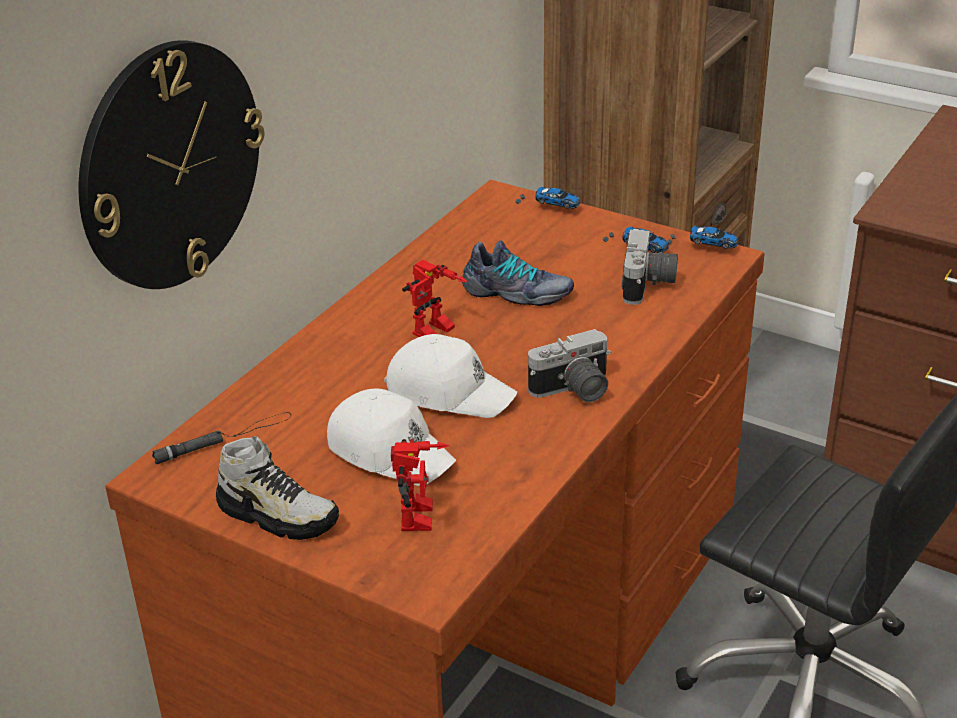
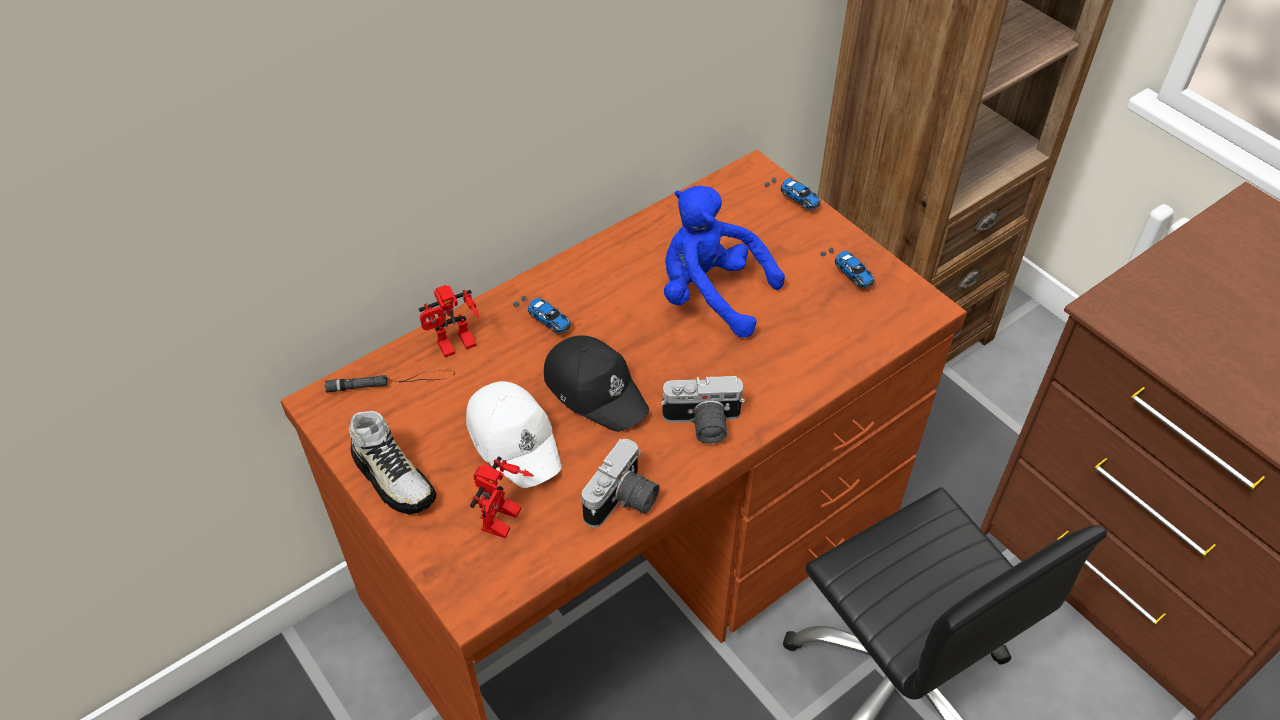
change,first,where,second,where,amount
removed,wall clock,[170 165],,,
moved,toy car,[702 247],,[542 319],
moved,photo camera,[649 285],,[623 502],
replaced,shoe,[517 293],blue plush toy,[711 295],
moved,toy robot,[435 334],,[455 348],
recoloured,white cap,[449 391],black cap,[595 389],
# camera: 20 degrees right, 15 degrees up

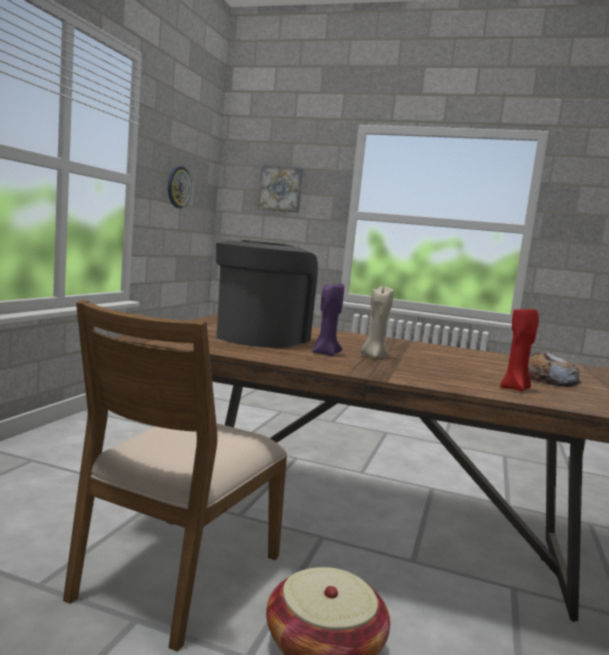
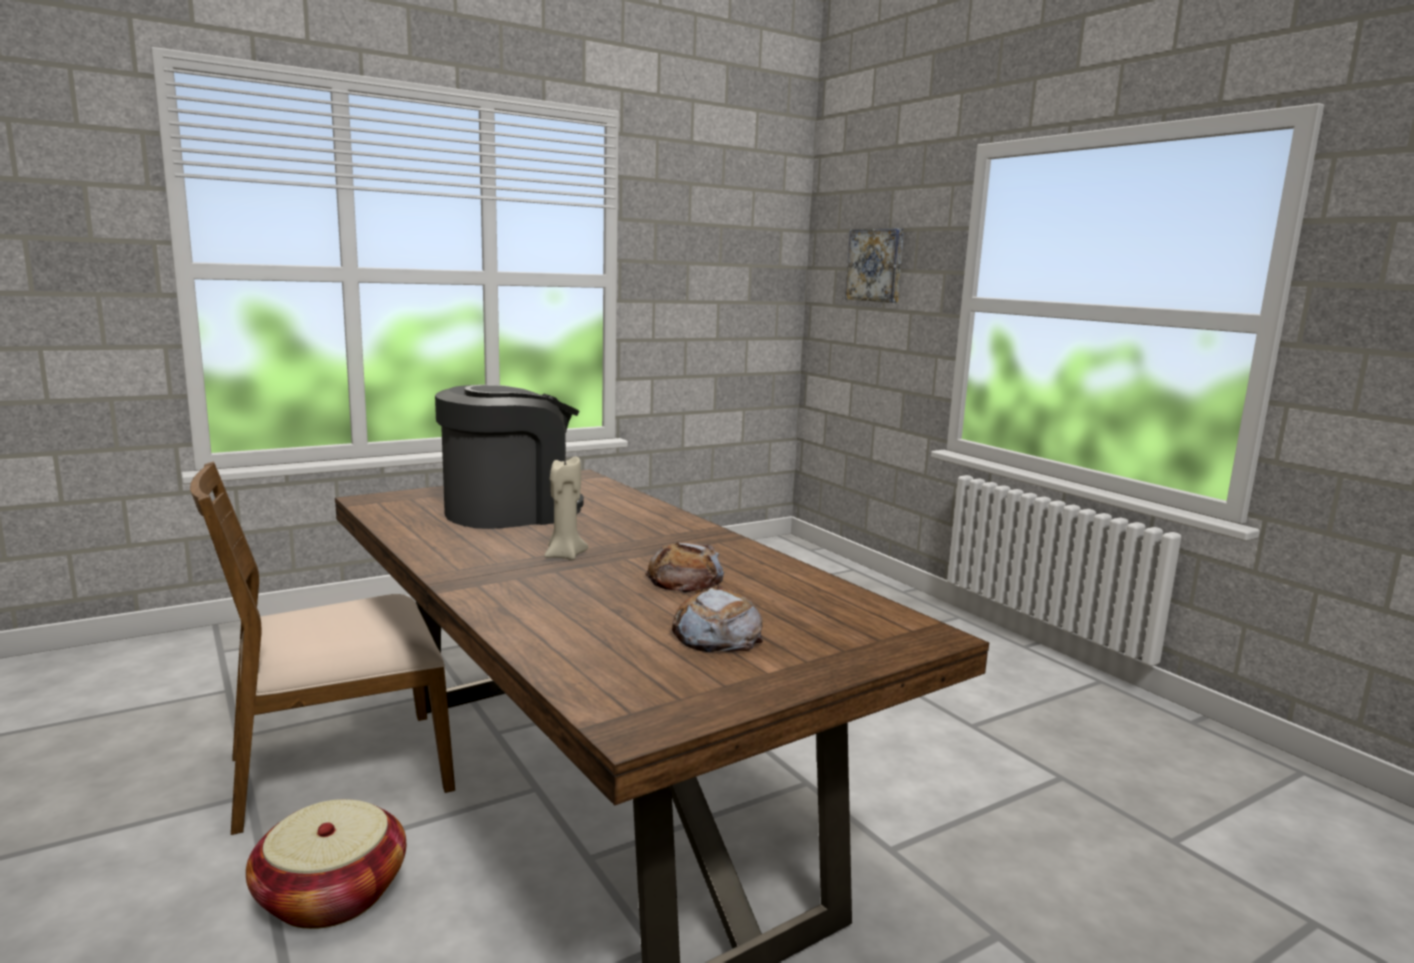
change,first,where,second,where,amount
removed,wall clock,[178 187],,,
removed,purple candle,[325 354],,,
removed,red candle,[515 389],,,
added,,,bread,[685 579],
# camera: 40 degrees right, 5 degrees up

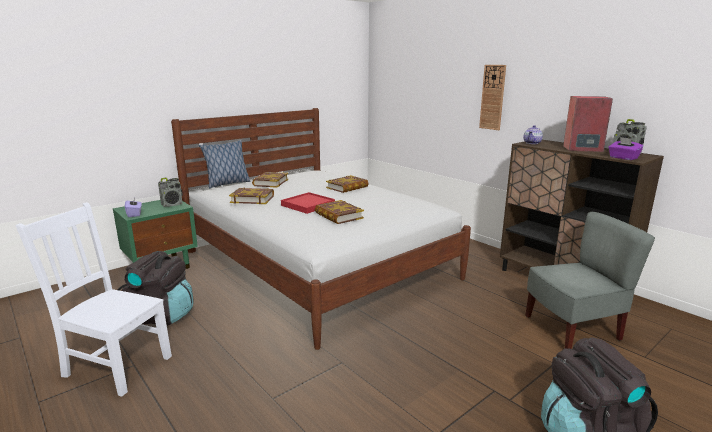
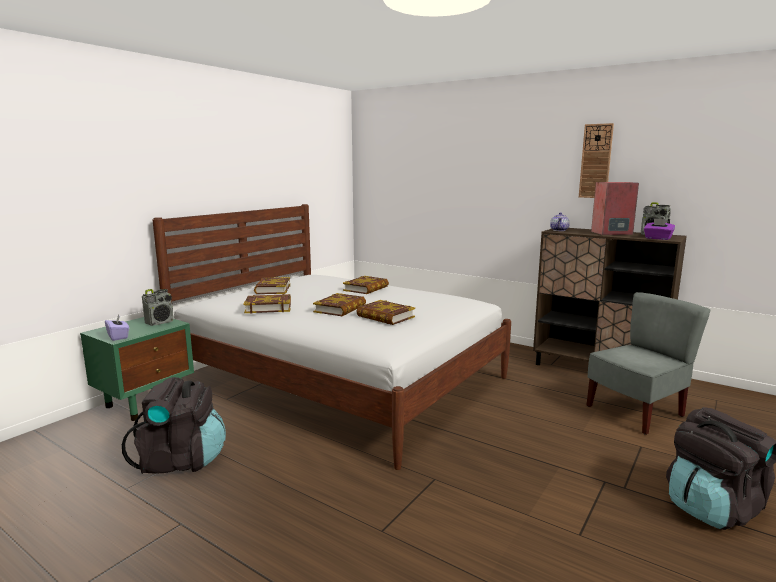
change,first,where,second,where,amount
moved,wall clock,[492 97],,[595 161],
removed,pillow,[227 184],,,
replaced,red tray,[308 205],book,[340 309],
removed,white chair,[115 365],,,
# camera: 15 degrees left, 5 degrees down

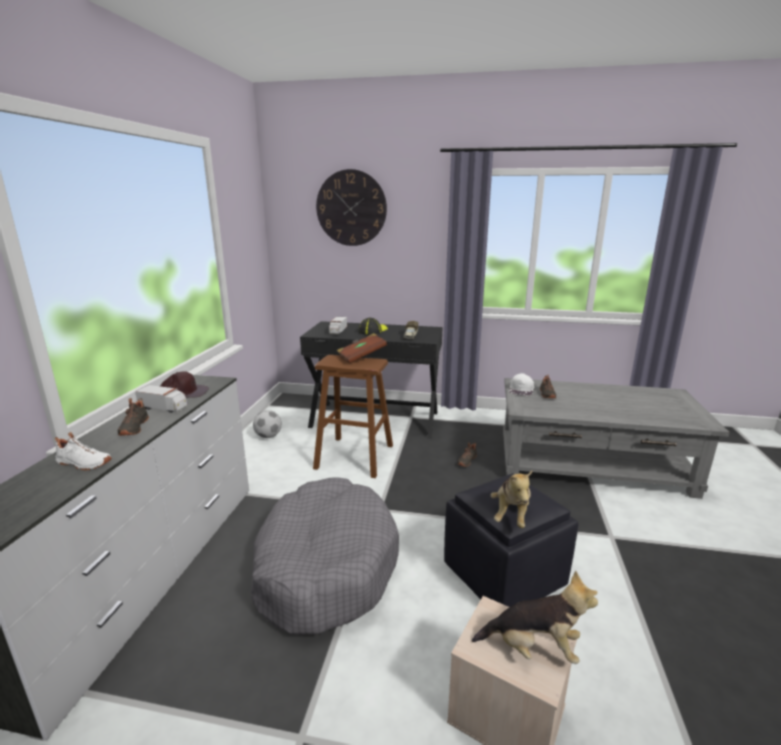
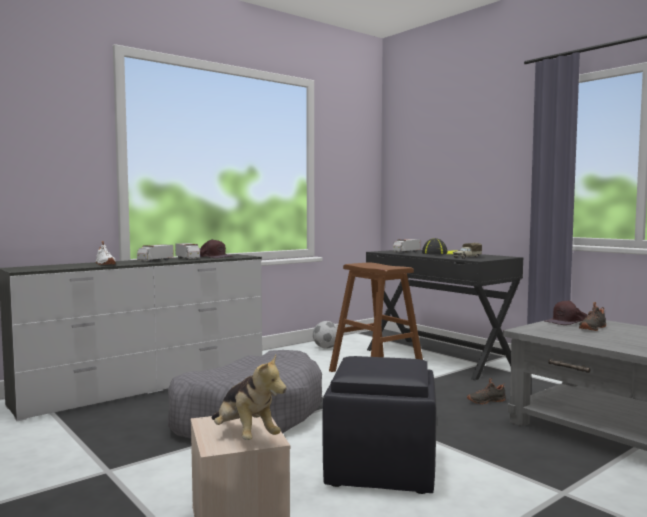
change,first,where,second,where,amount
removed,wall clock,[351 208],,,
removed,brown book,[361 357],,,
recoloured,white cap,[521 389],brown cap,[567 322],
replaced,black shoe,[133 428],toy truck,[155 261],
removed,plush toy,[511 514],,,
# camera: 40 degrees right, 15 degrees down

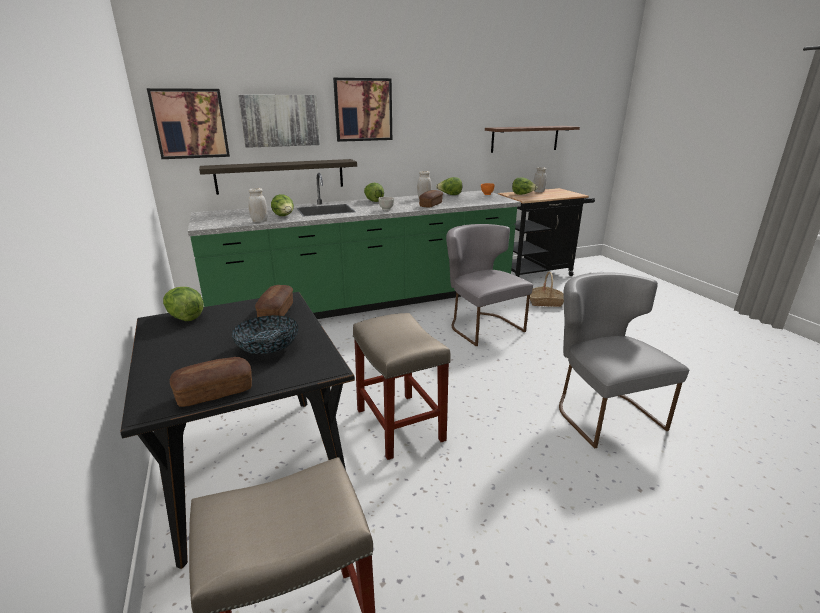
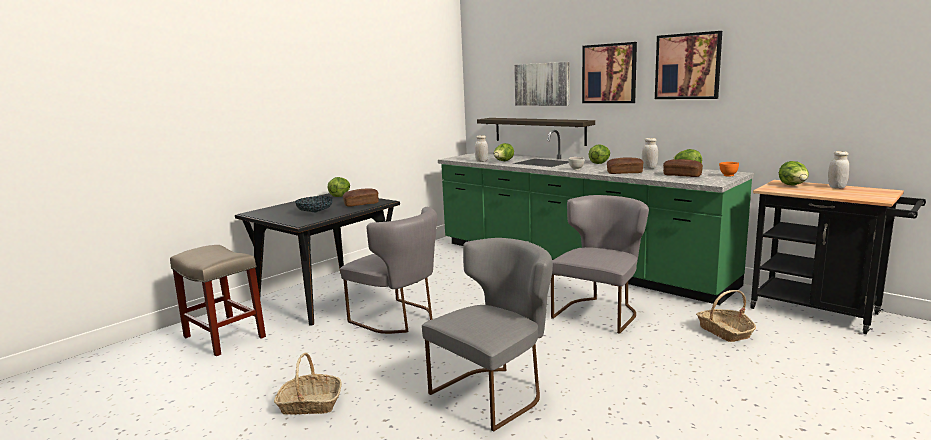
change,first,where,second,where,amount
moved,picture,[190 124],,[687 66],
removed,brown shelf,[525 139],,,
replaced,beige stool,[400 425],grey chair,[398 319],
moved,bread,[215 392],,[682 175],
added,,,basket,[310 404],
# camera: 65 degrees right, 10 degrees down

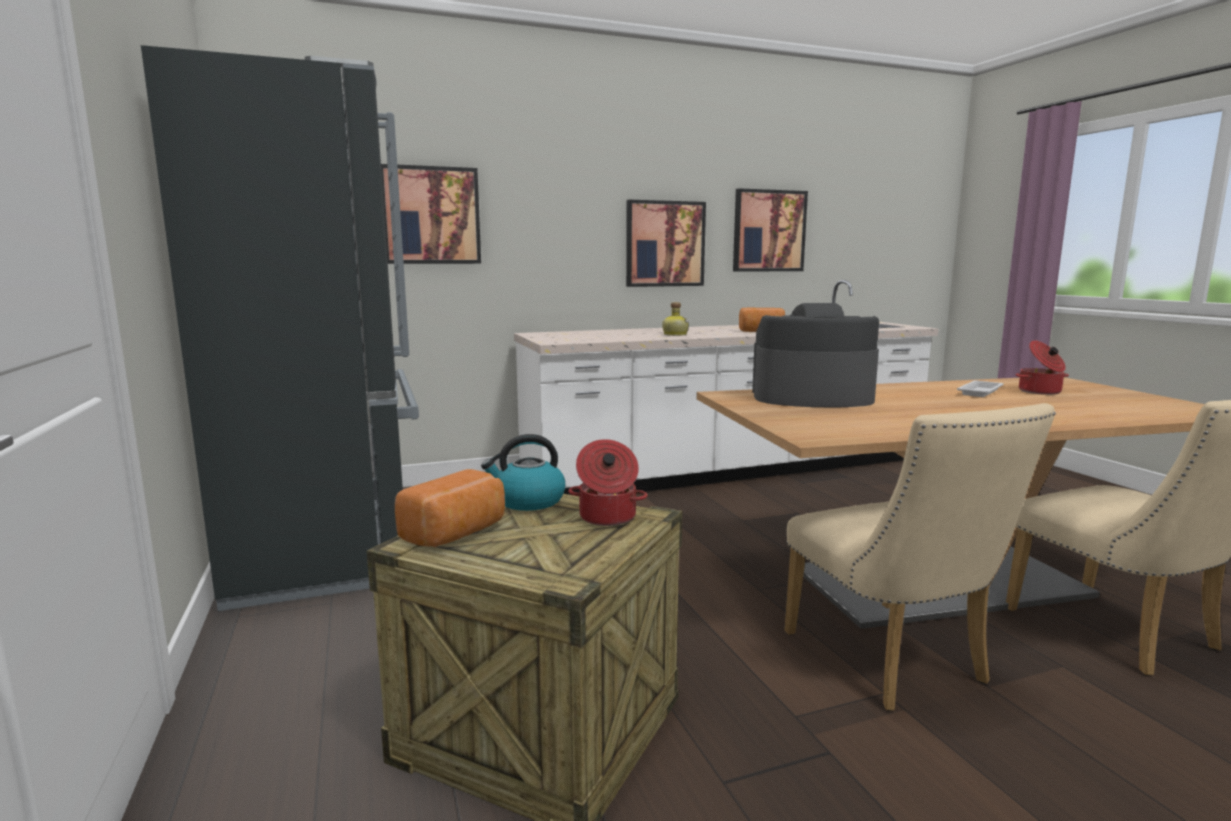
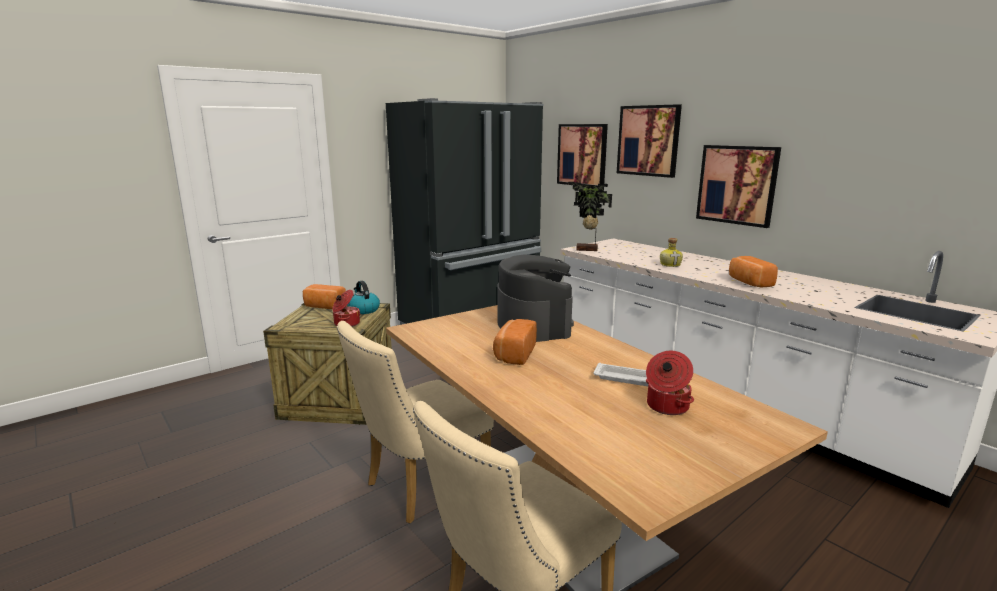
change,first,where,second,where,amount
moved,picture,[768 231],,[648 140],
added,,,potted plant,[587 250],
added,,,bread,[514 354],
# camera: 70 degrees right, 5 degrees up

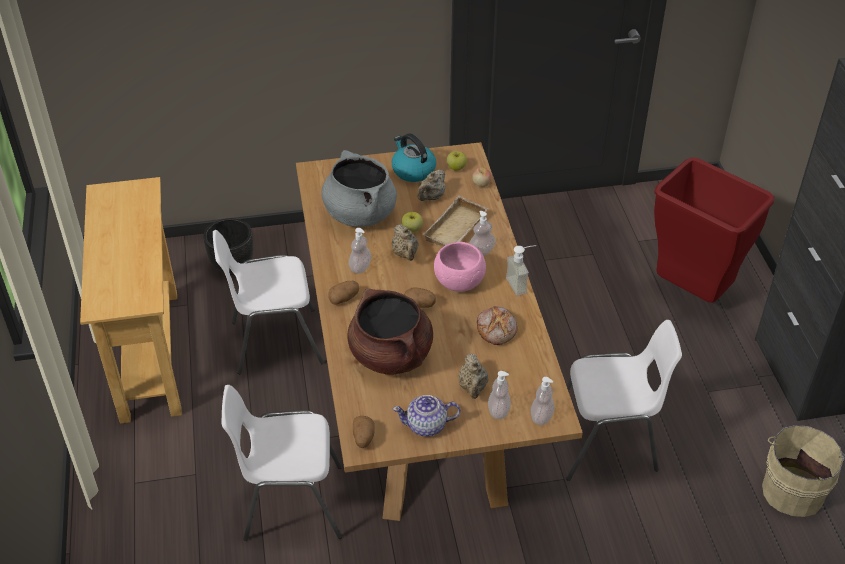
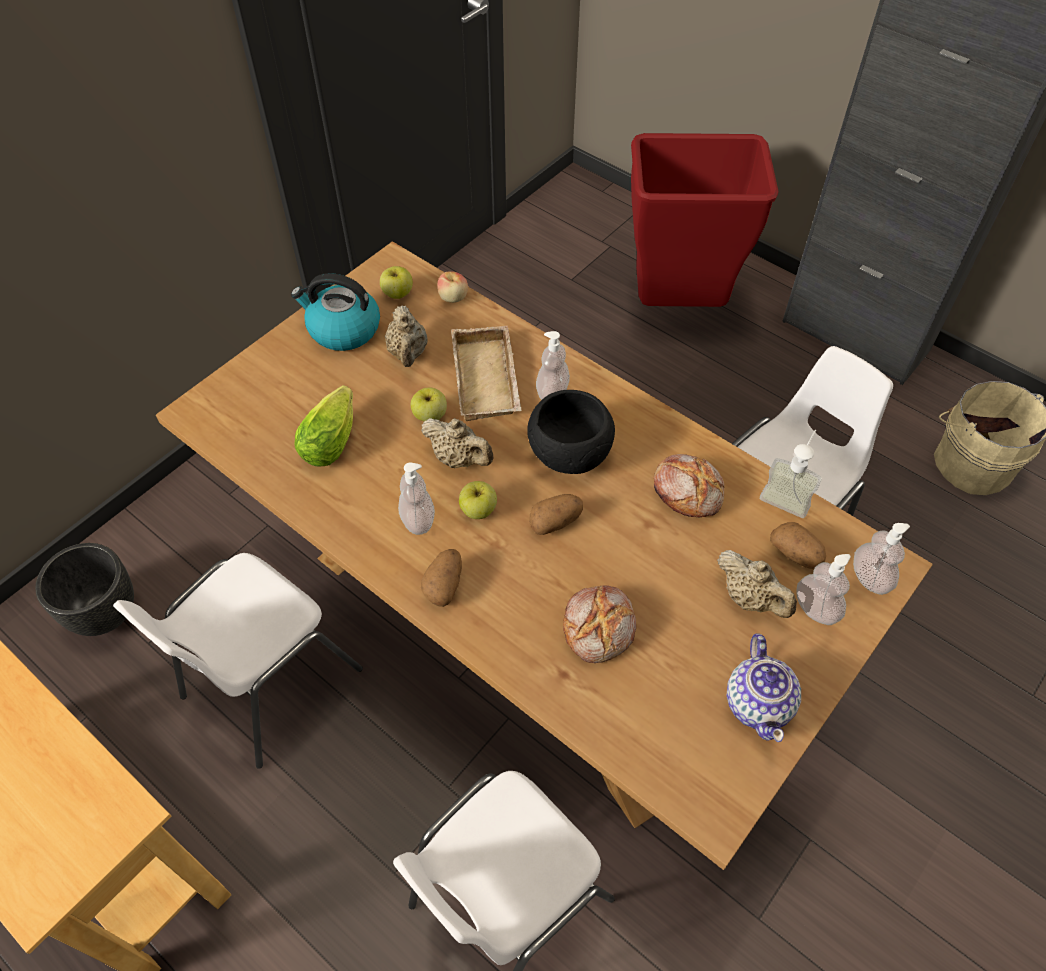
change,first,where,second,where,amount
replaced,grey cooking pot,[359 213],lettuce,[332 437],
recoloured,pink bowl,[459 281],black bowl,[569 452],
moved,soap dispenser,[521 284],,[788 495],
replaced,brown cooking pot,[391 355],bread,[600 628],
turned,teapot,[427 425],,[759 703],45 degrees counterclockwise
moved,potato,[363 438],,[795 554],
added,,,apple,[478 510],
# camera: 40 degrees left, 10 degrees up

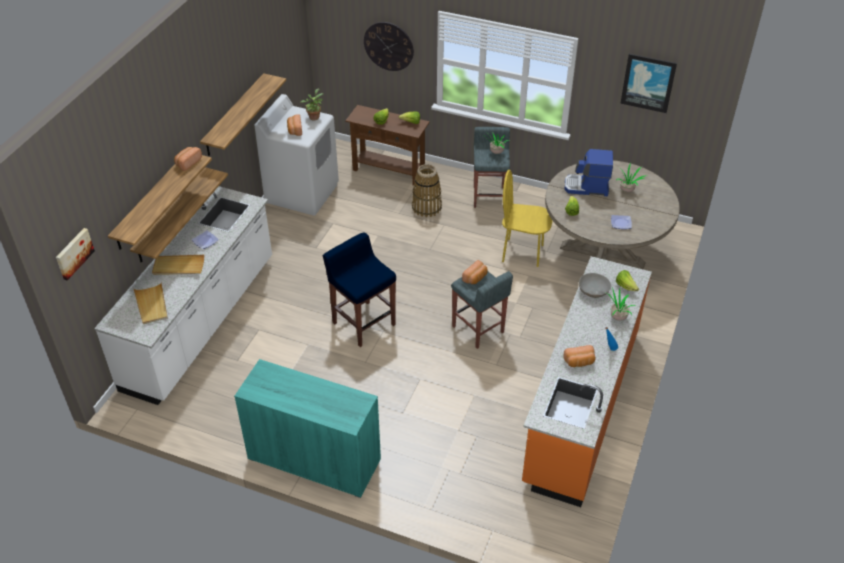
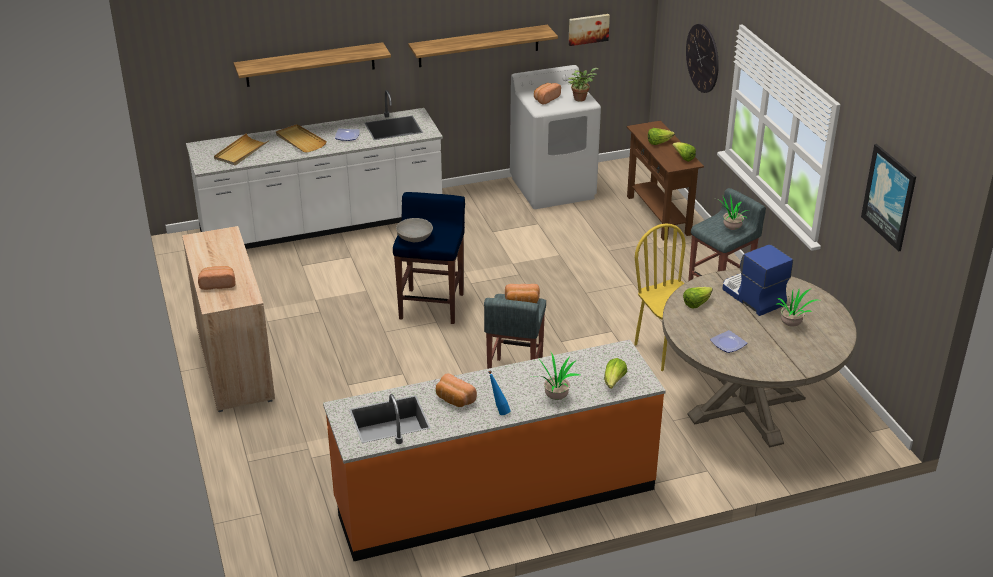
change,first,where,second,where,amount
moved,bread,[188 163],,[218 284],
removed,basket,[427 207],,,
removed,shelf,[170 215],,,
moved,picture,[73 253],,[588 29],
moved,grey bowl,[593 291],,[414 237],
recoloured,turquoise cabinet,[314 459],beige cabinet,[235 364],
# camera: 50 degrees right, 10 degrees down

